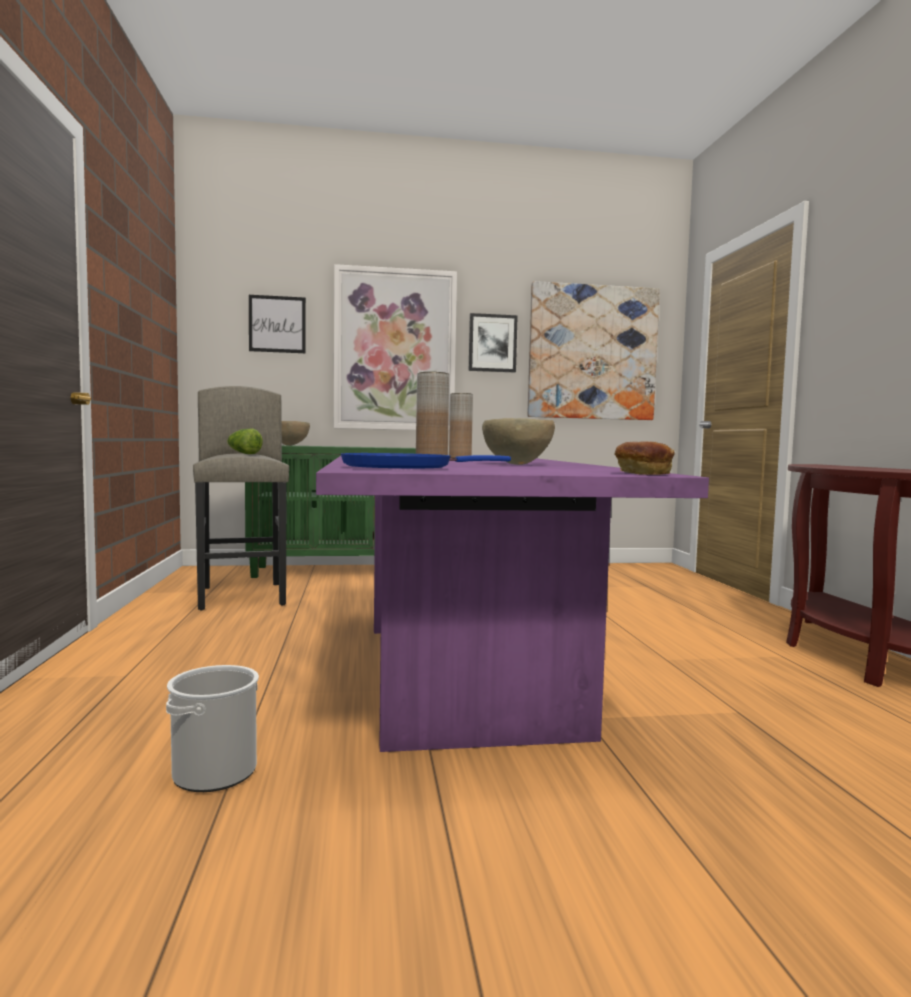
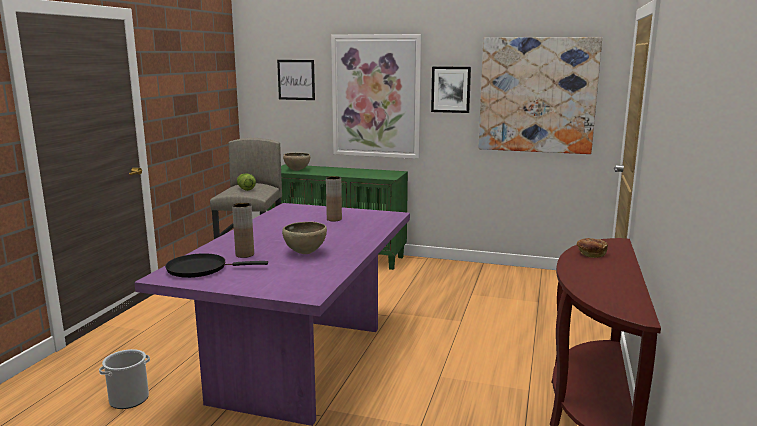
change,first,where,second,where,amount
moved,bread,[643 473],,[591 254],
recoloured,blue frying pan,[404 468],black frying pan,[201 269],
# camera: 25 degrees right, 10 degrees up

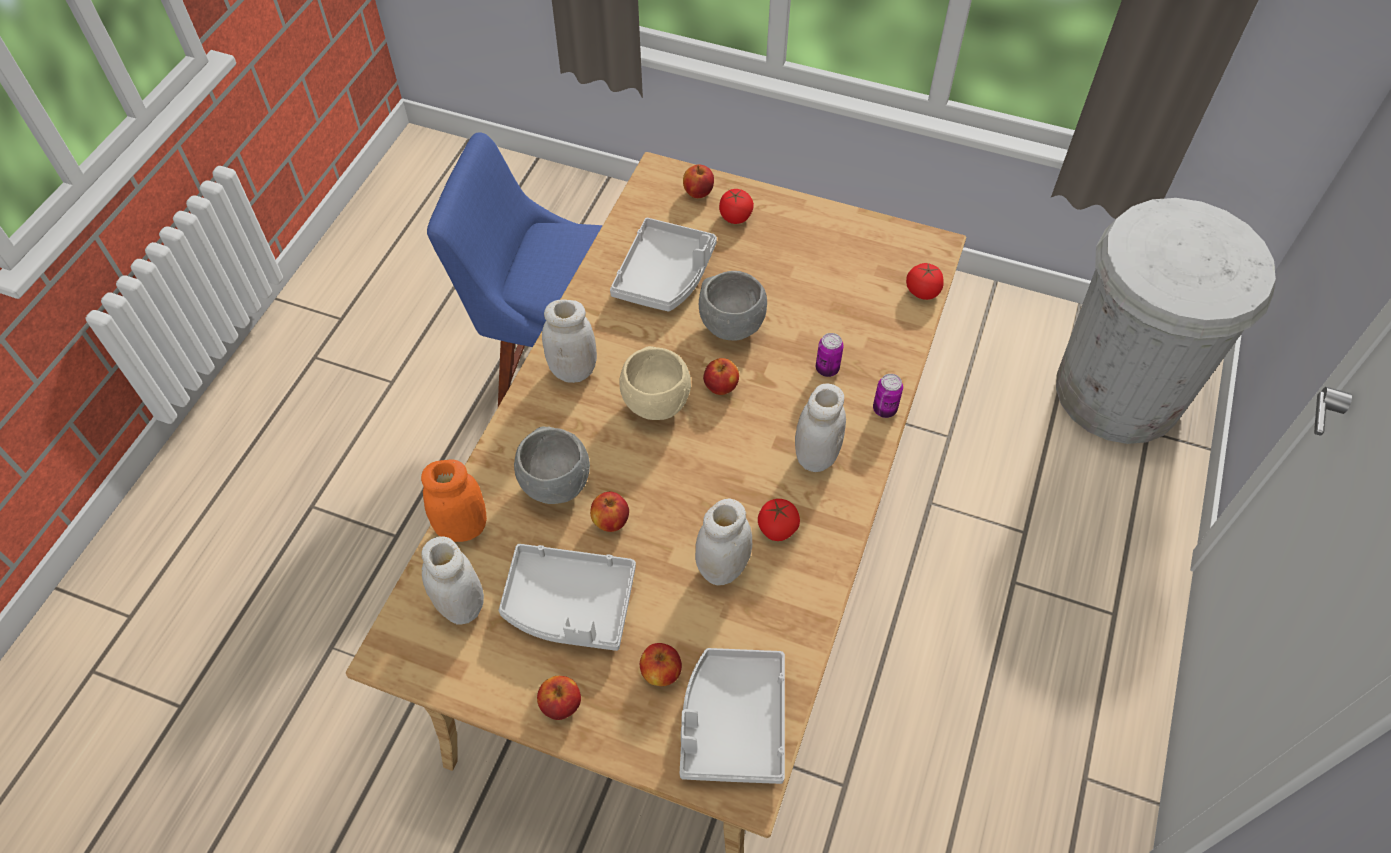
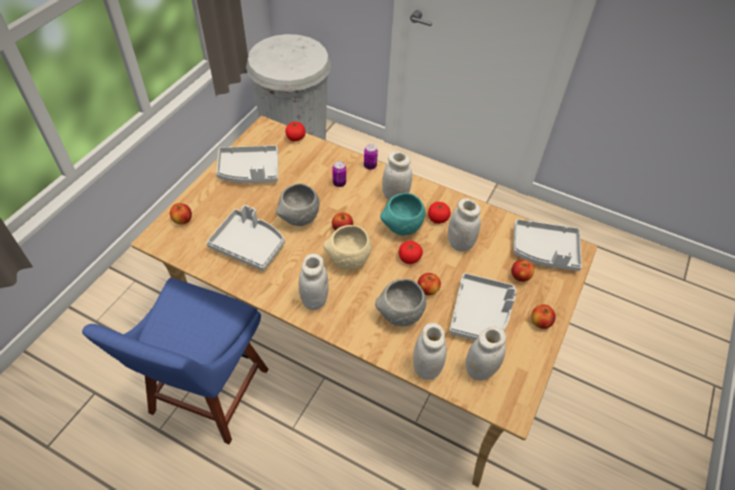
change,first,where,second,where,amount
moved,tomato,[735 217],,[409 258],
recoloured,orange jar,[462 527],white jar,[426 368],
added,,,grey tray,[249 171],
added,,,turquoise bowl,[401 228],
# camera: 85 degrees left, 5 degrees down

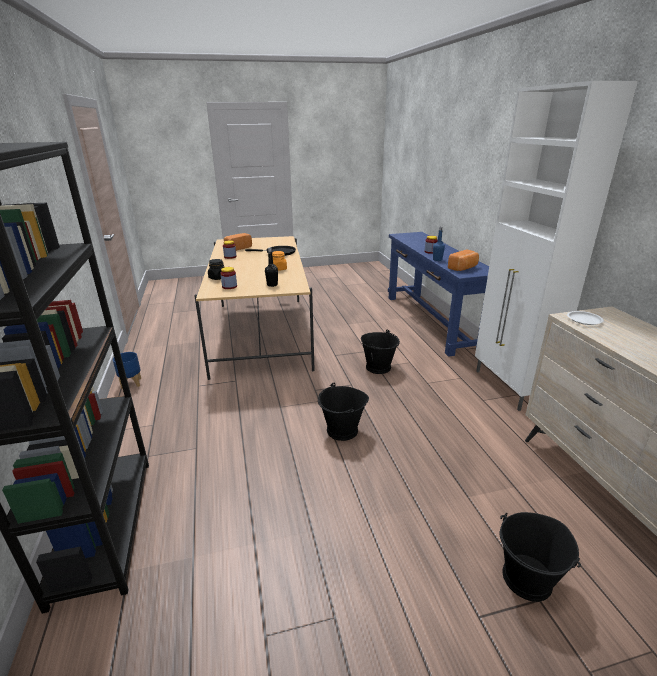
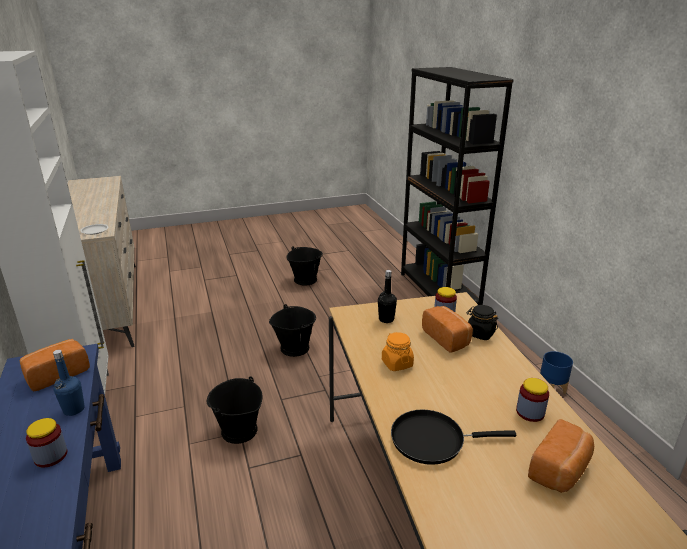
change,first,where,second,where,amount
moved,black bucket,[527 579],,[305 279],
added,,,bread,[447 338],
# camera: 175 degrees right, 0 degrees up

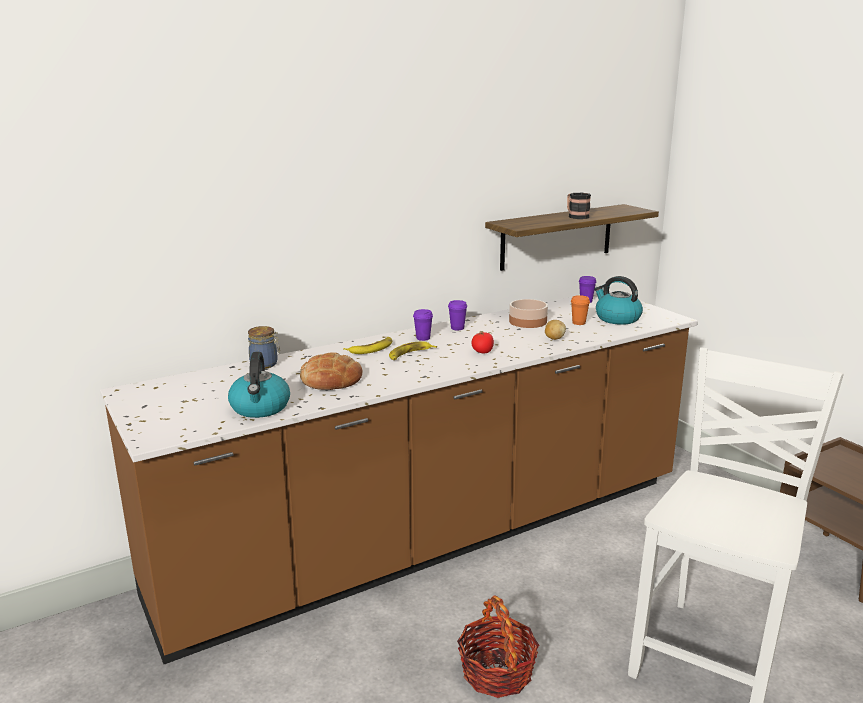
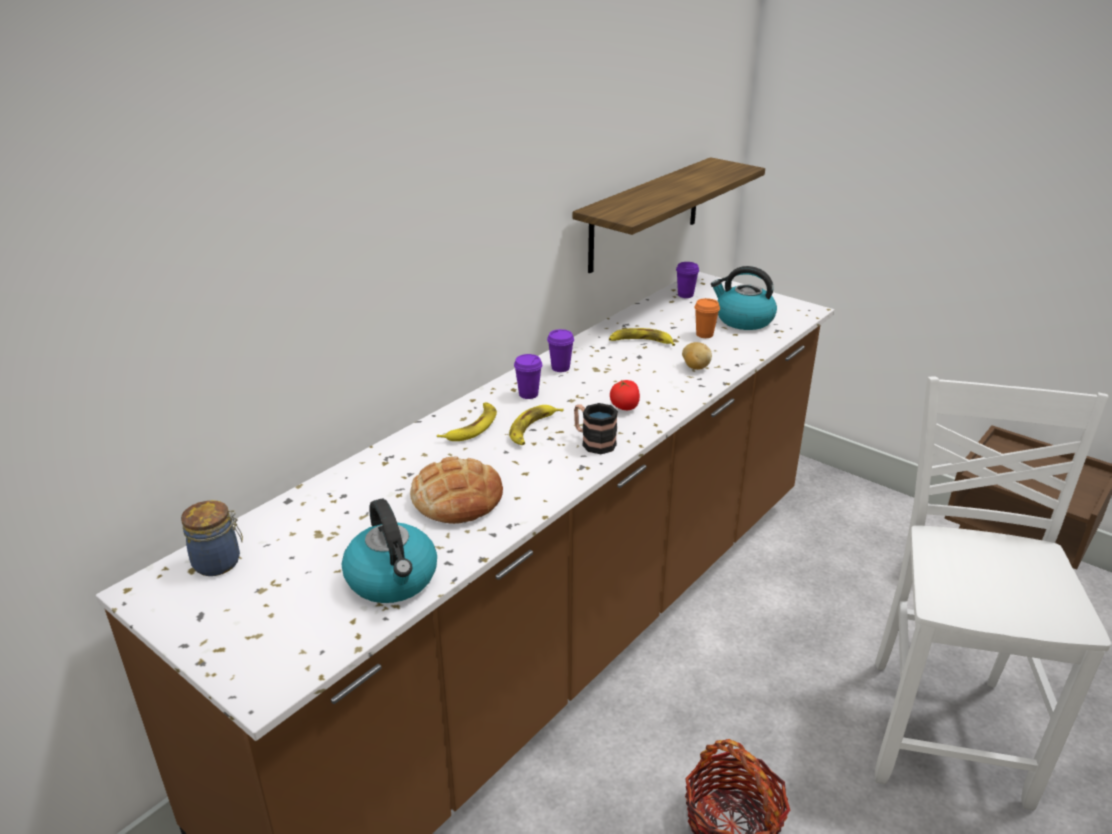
change,first,where,second,where,amount
moved,mug,[576 216],,[593 442],
replaced,bowl,[527 322],banana,[640 342],
moved,jar,[265 364],,[219 563],
# camera: 20 degrees left, 10 degrees up

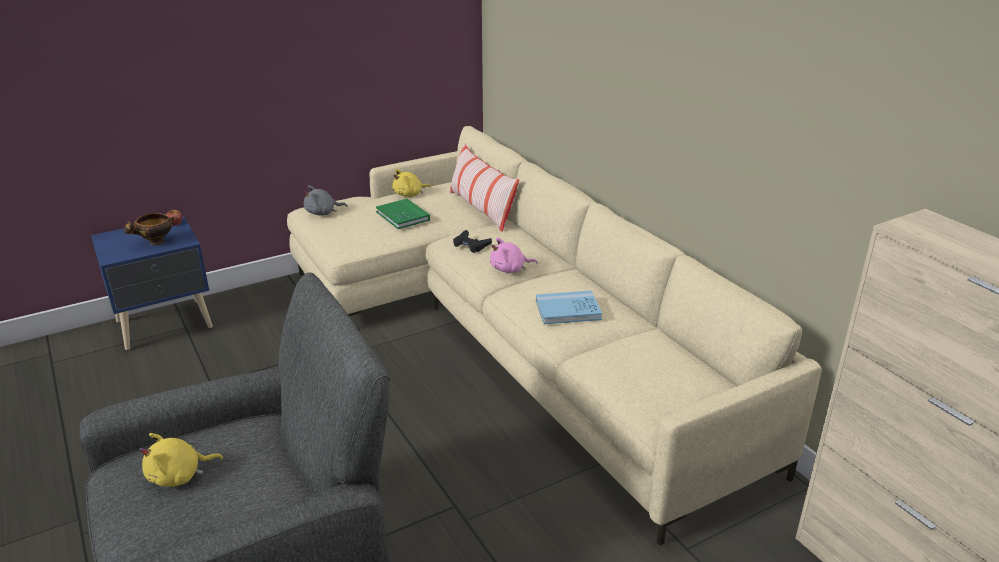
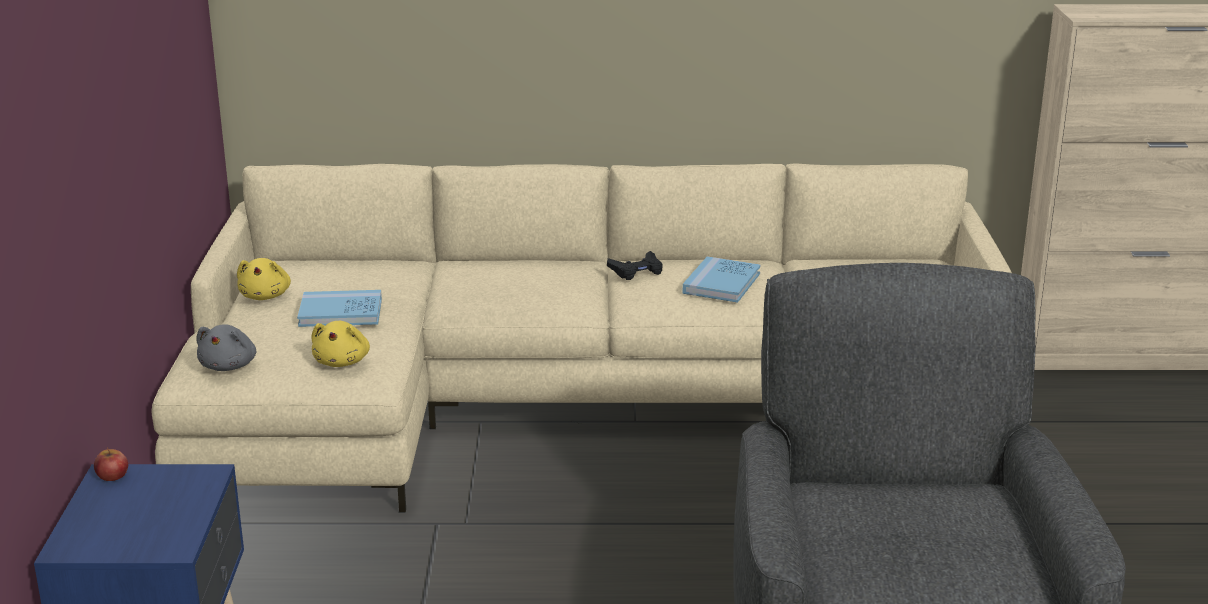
change,first,where,second,where,amount
removed,pillow,[481 209],,,
recoloured,green book,[402 216],blue book,[340 312],
removed,bowl,[155 243],,,
moved,black game controller,[471 245],,[636 271],
removed,pink plush toy,[510 269],,,
moved,yellow plush toy,[179 476],,[342 361],
# camera: 60 degrees left, 5 degrees down

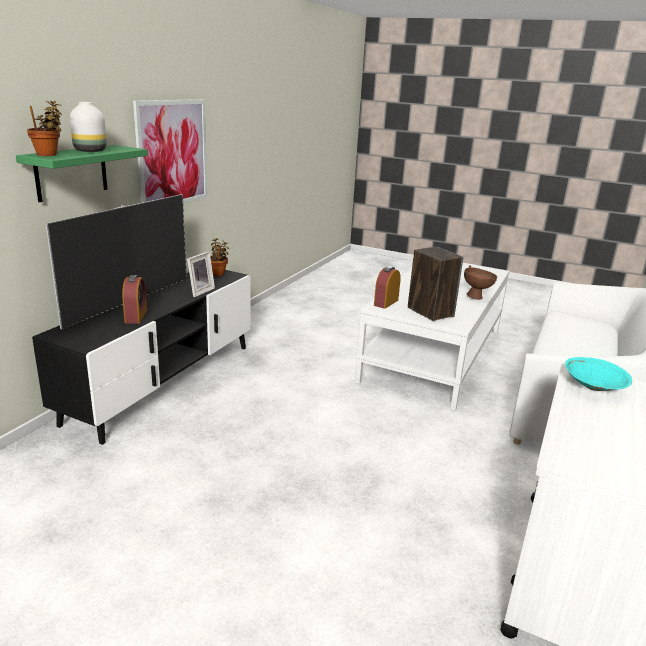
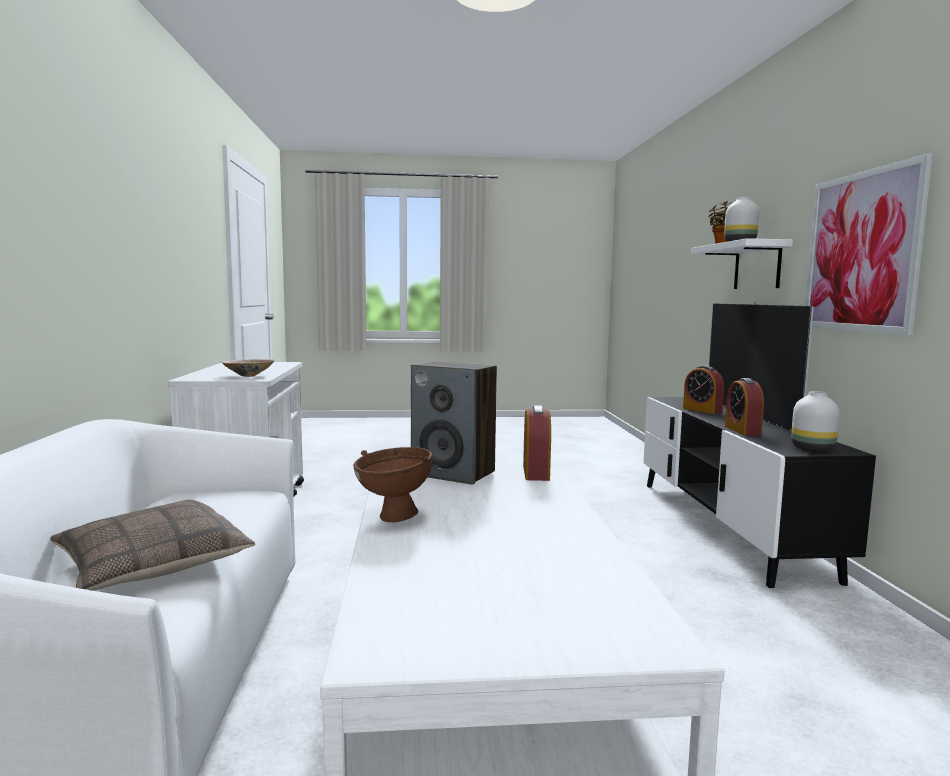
change,first,where,second,where,amount
recoloured,green shelf,[71 172],white shelf,[757 266],
replaced,potted plant,[218 273],white vase,[812 449],
replaced,picture frame,[199 291],alarm clock,[742 430],
recoloured,turquoise bowl,[594 388],beige bowl,[248 375],
added,,,pillow,[152 563],
# camera: 150 degrees right, 15 degrees down

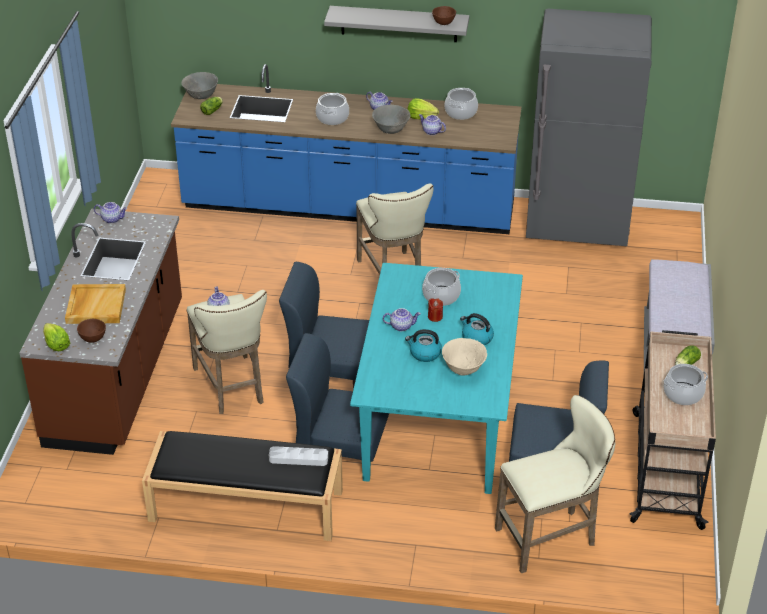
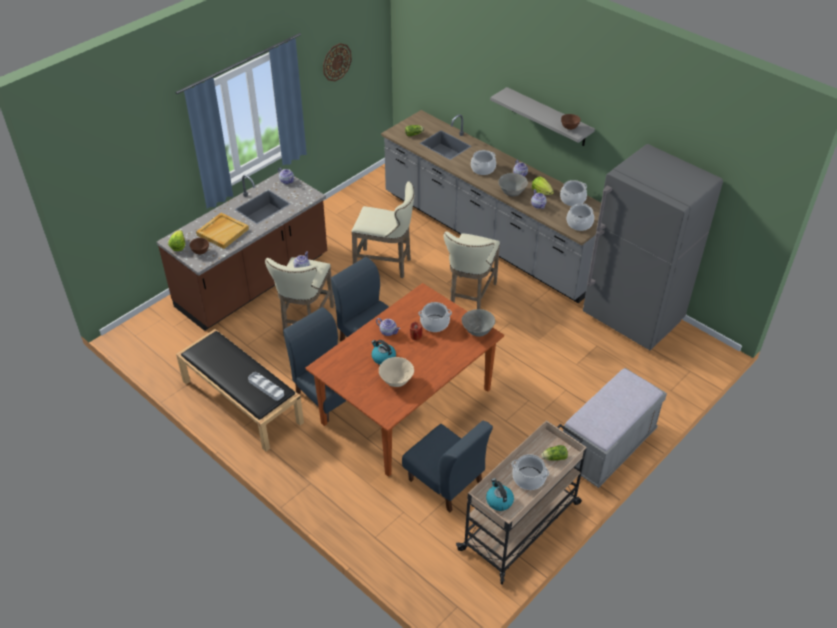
change,first,where,second,where,amount
recoloured,blue counter,[349 207],grey counter,[490 237],
moved,grey bowl,[201 96],,[477 331],
recoloured,turquoise dining table,[437 416],brown dining table,[407 405],
moved,kettle,[476 338],,[499 501],
moved,beige stool,[551 538],,[386 265],
added,,,wall clock,[336 62],
added,,,cooking pot,[579 223],
# camera: 35 degrees right, 5 degrees up

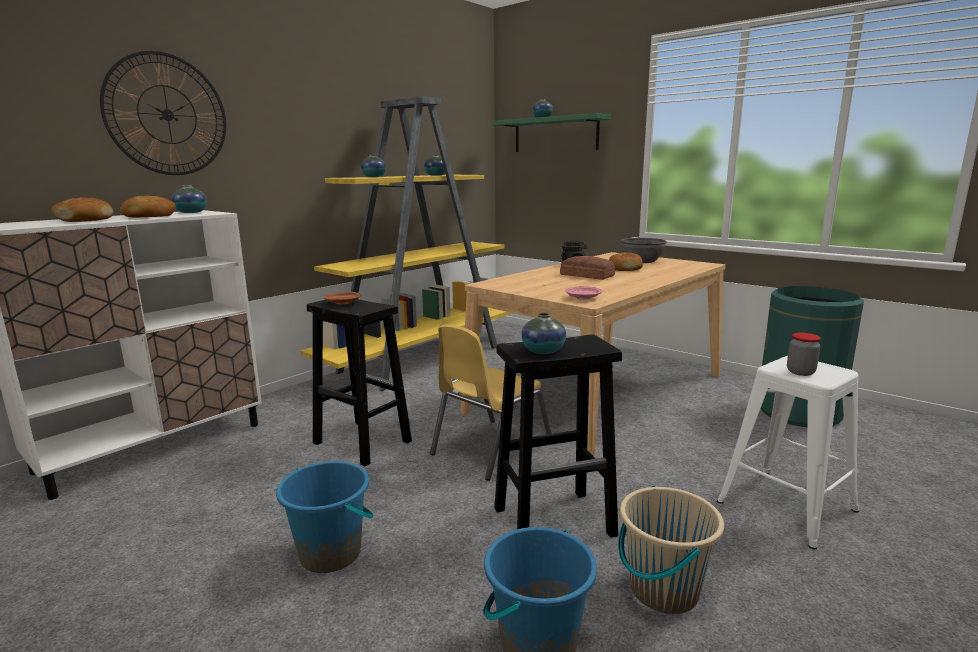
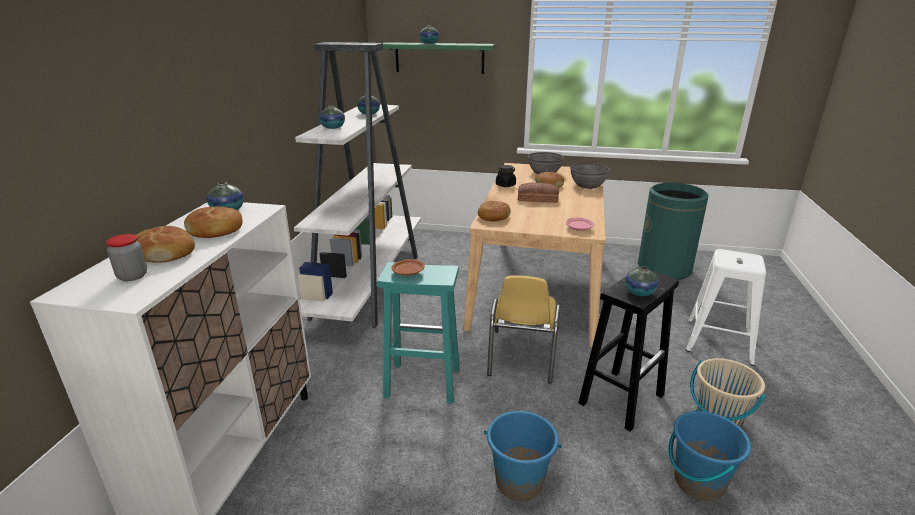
change,first,where,second,where,amount
removed,wall clock,[167 115],,,
recoloured,yellow bookcase,[423 359],white bookcase,[369 284],
recoloured,black stool,[361 442],turquoise stool,[421 383],
moved,jar,[800 372],,[132 276],
added,,,grey bowl,[587 185],
added,,,bread,[493 216],
# camera: 30 degrees left, 10 degrees up

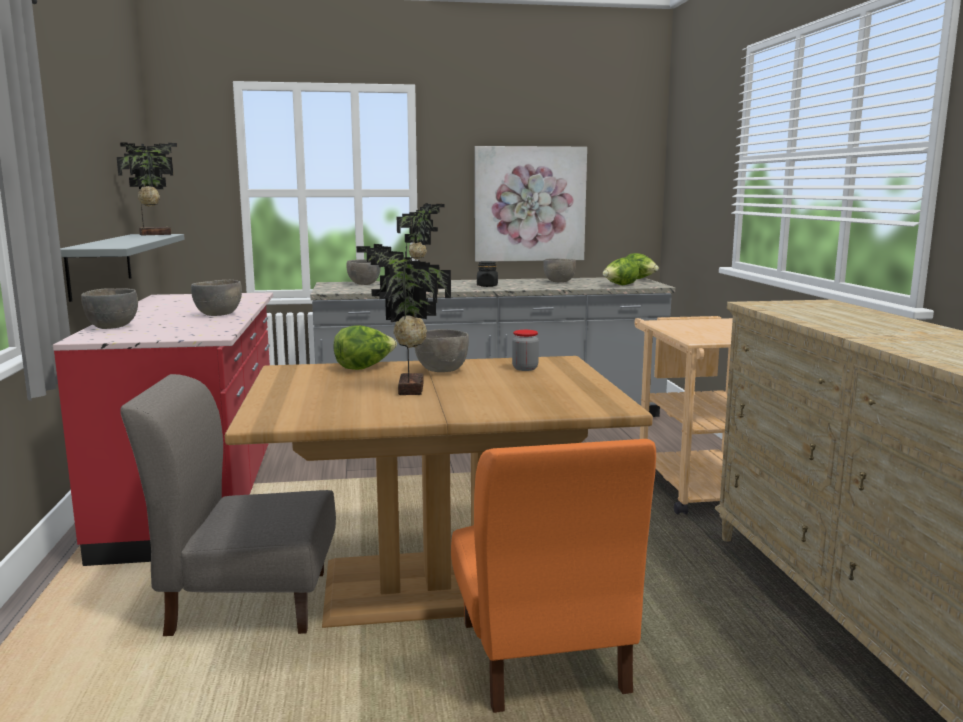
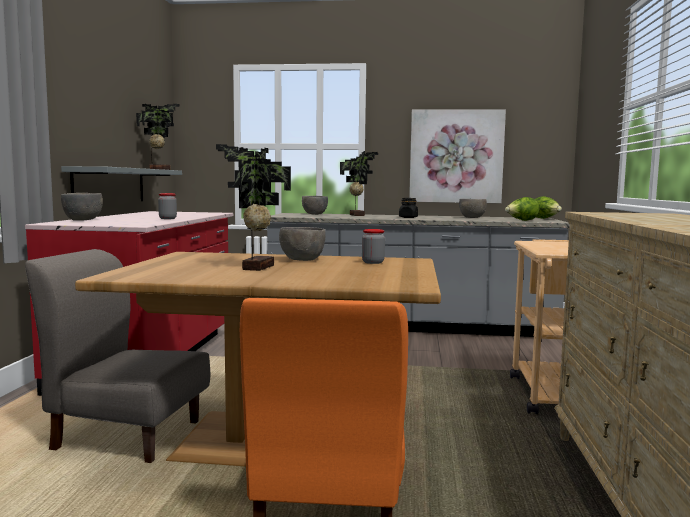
change,first,where,second,where,amount
replaced,grey bowl,[219 315],jar,[167 218],
removed,lettuce,[364 368],,,
# camera: 15 degrees right, 5 degrees down

